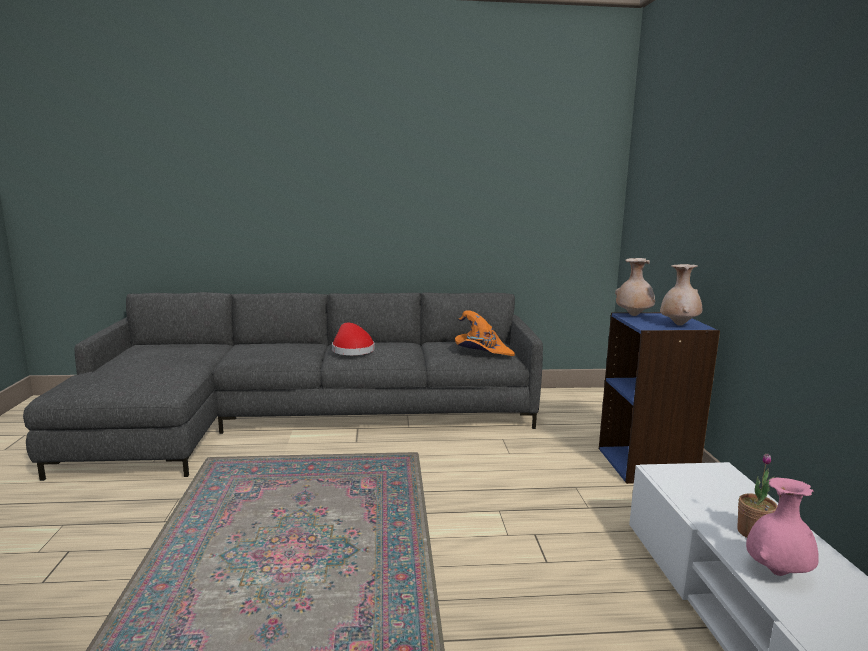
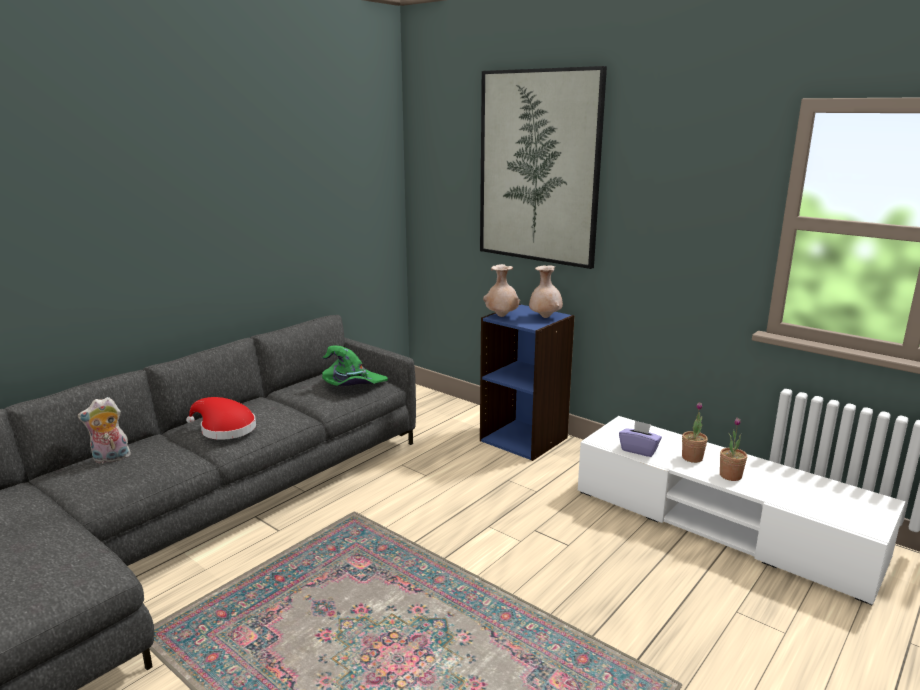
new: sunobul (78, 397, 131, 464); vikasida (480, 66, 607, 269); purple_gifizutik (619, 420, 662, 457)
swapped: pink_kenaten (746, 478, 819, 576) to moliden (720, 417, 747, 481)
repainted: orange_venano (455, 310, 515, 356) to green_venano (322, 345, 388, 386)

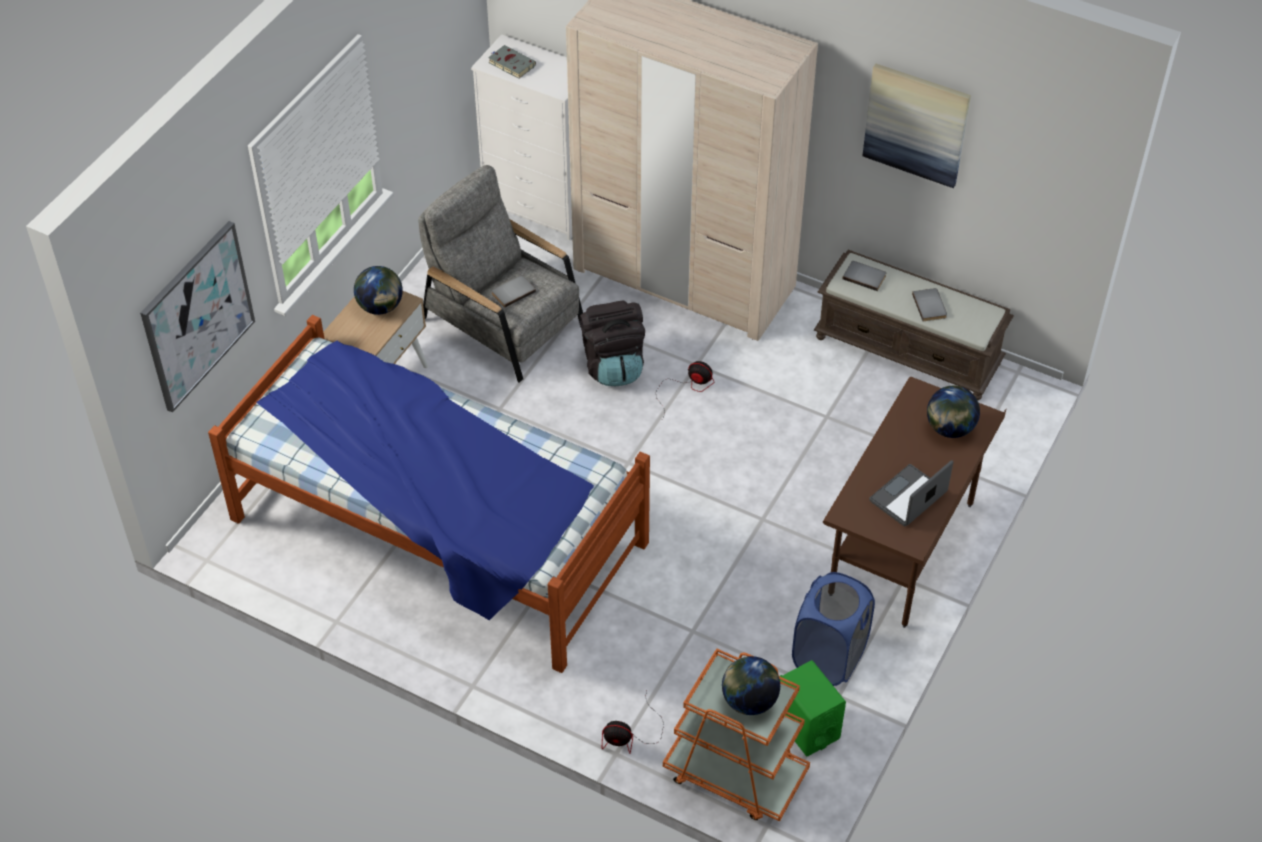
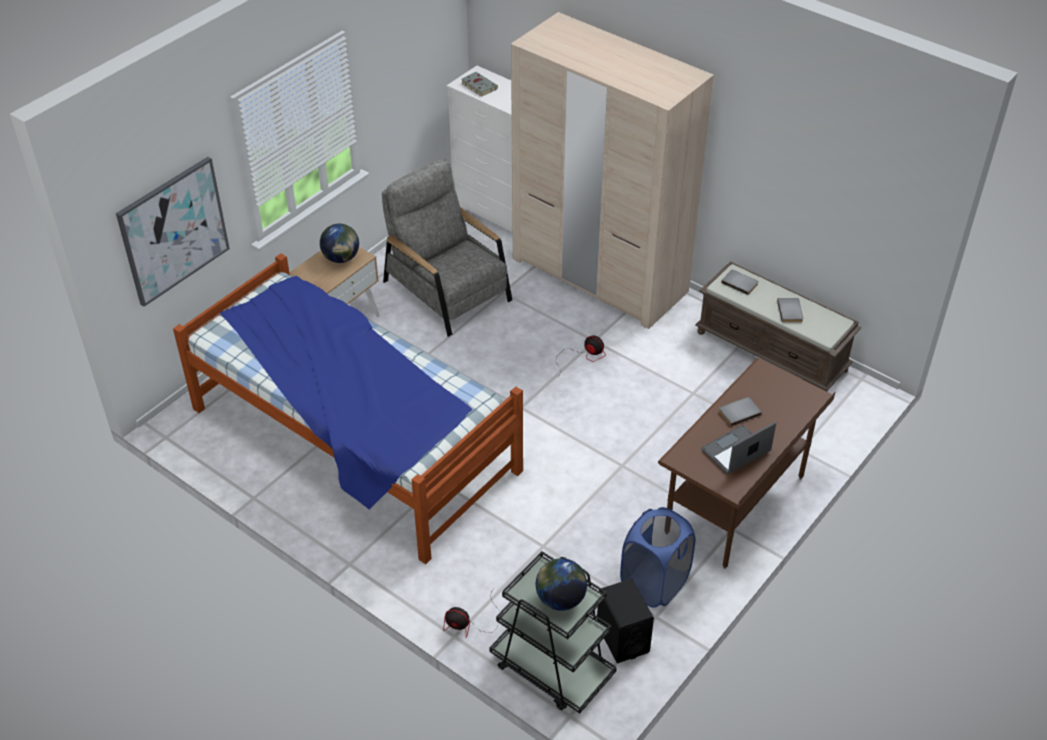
gone: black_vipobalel (579, 300, 645, 386); vikasida (863, 64, 971, 188); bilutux (927, 386, 980, 438)
shifted: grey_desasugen (491, 275, 536, 308) to (719, 397, 762, 426)
repainted: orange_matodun (663, 648, 810, 822) to black_matodun (489, 551, 617, 714); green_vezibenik (780, 660, 846, 757) to black_vezibenik (597, 579, 654, 663)

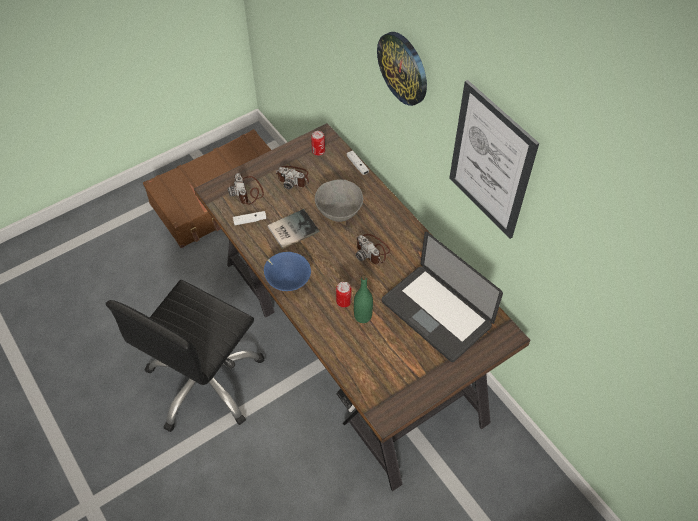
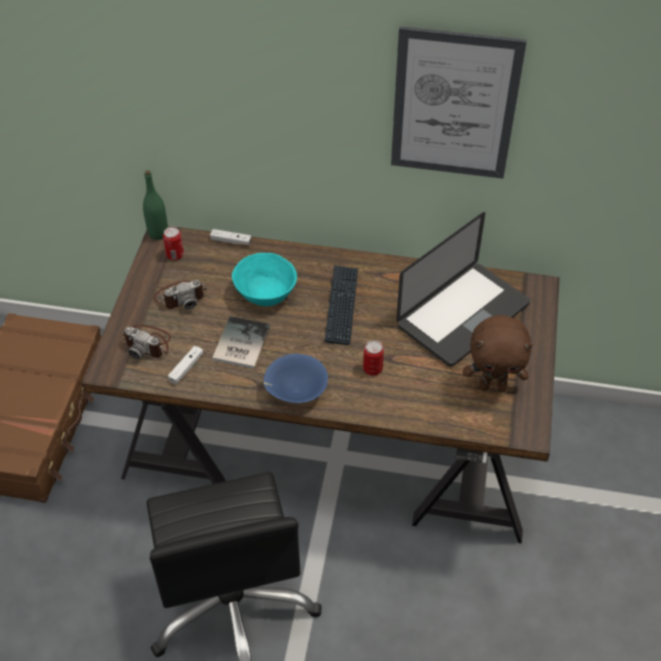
gone: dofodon (377, 32, 427, 106)
new: brown_sunobul (463, 315, 533, 392)
shifted: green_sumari (354, 275, 373, 323) to (143, 170, 168, 240)
swapped: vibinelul (356, 234, 390, 264) to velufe (324, 265, 358, 345)
repainted: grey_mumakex (315, 179, 363, 222) to turquoise_mumakex (232, 253, 297, 306)
rotated: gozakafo (382, 232, 503, 362) = (396, 212, 530, 367) 45 degrees counterclockwise

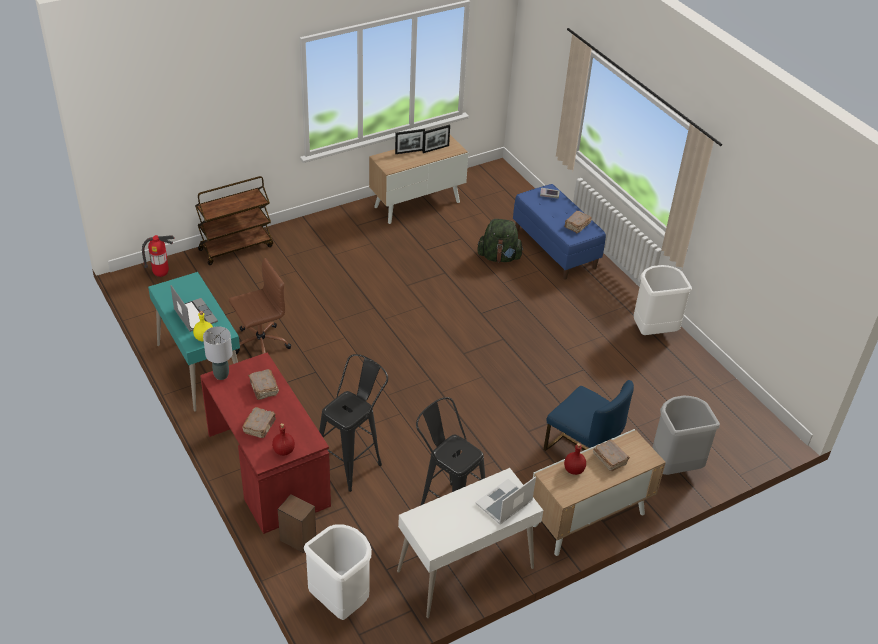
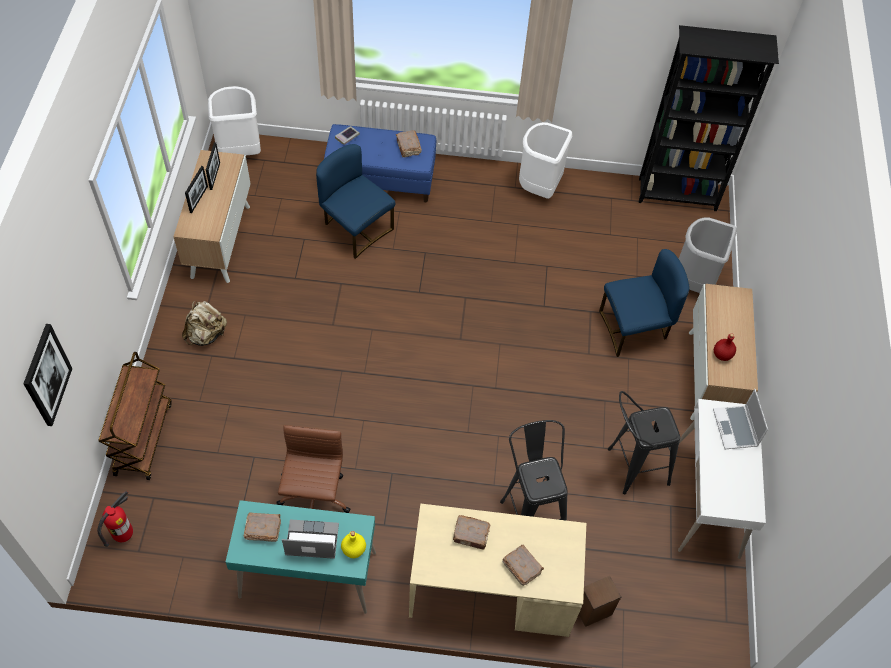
gone: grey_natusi (203, 326, 232, 380); red_sumari (272, 423, 295, 456)
new: vikasida (23, 324, 72, 426); beige_vipobalel (182, 301, 227, 346); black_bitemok (639, 25, 779, 211)
shifted: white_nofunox (304, 524, 372, 620) to (208, 86, 261, 156); brown_desasugen (593, 439, 630, 471) to (244, 512, 281, 542)
swapped: green_vipobalel (477, 219, 524, 262) to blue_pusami (316, 144, 395, 259)
repainted: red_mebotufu (200, 352, 331, 534) to beige_mebotufu (409, 504, 586, 637)

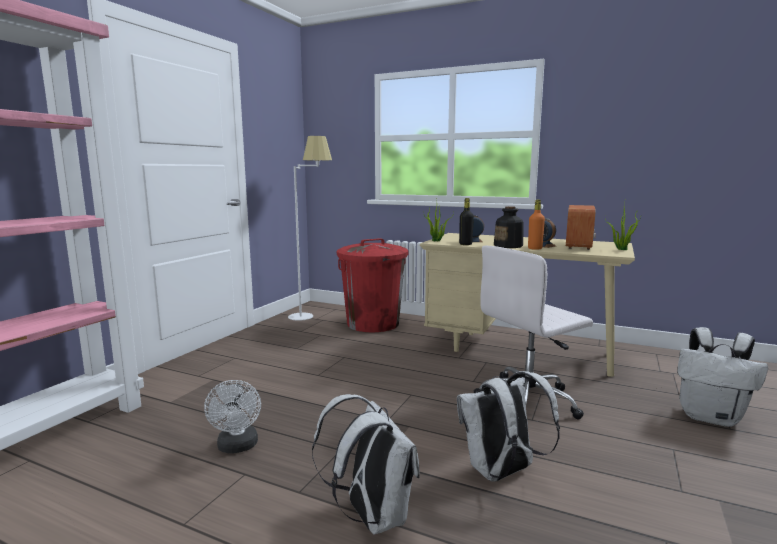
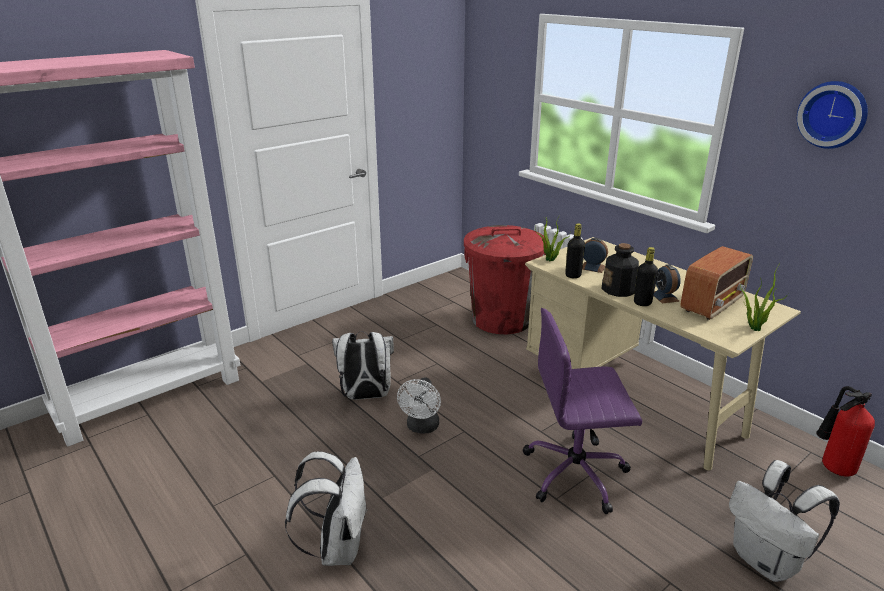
gone: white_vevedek (288, 136, 332, 321)
new: dofodon (797, 81, 868, 149); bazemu (816, 386, 875, 477)
shifted: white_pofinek (204, 380, 261, 453) to (397, 378, 441, 434); white_vipobalel (457, 371, 560, 482) to (332, 331, 394, 400)
repainted: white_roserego (474, 246, 593, 420) to purple_roserego (523, 308, 642, 514); orange_sumari (528, 200, 545, 250) to black_sumari (634, 247, 658, 306)

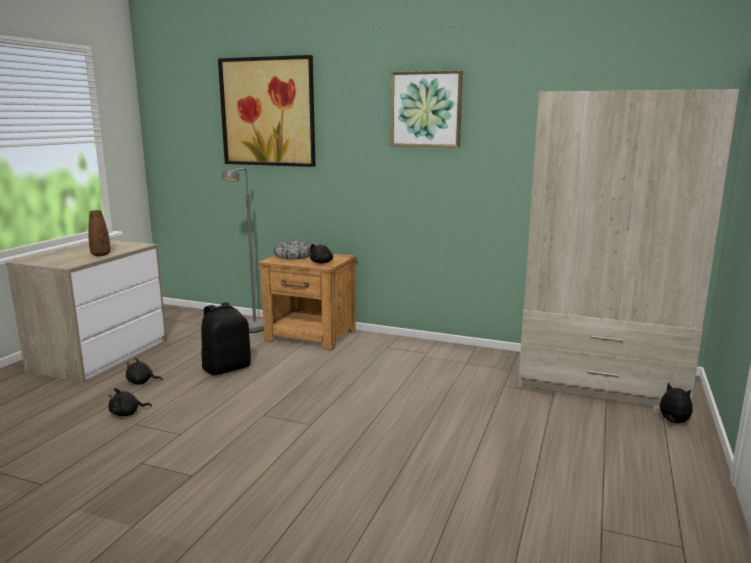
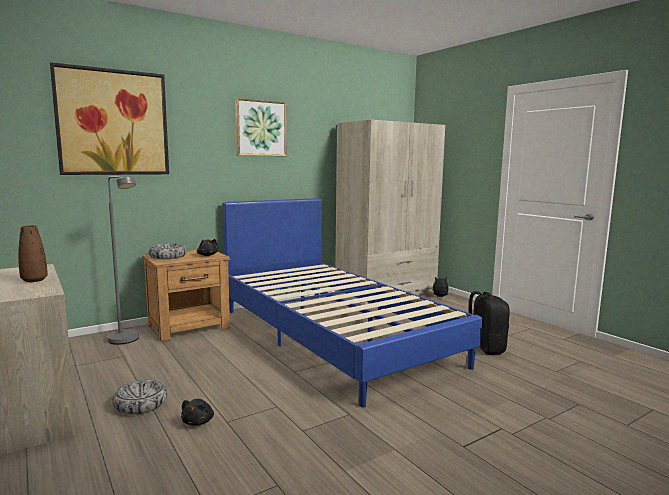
new: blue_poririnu (223, 198, 482, 408)
shifted: black_vipobalel (201, 302, 251, 376) to (469, 291, 510, 355)
swapped: black_sunobul (126, 358, 163, 384) to mumakex (112, 380, 167, 414)

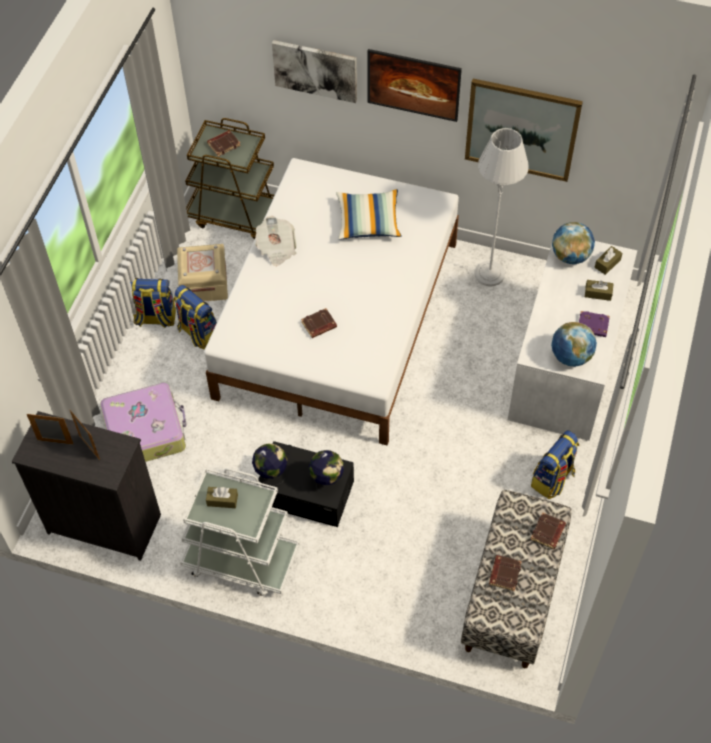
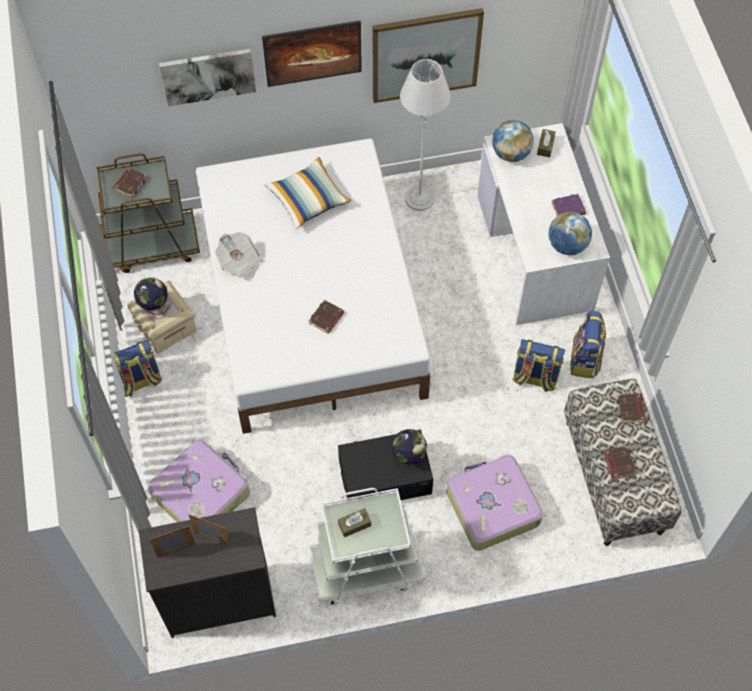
gone: brown_gifizutik (585, 280, 614, 301)
new: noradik (446, 454, 543, 551)
shifted: vipobalel (173, 285, 217, 349) to (513, 339, 565, 392); bilutux (252, 444, 287, 485) to (134, 277, 169, 315)

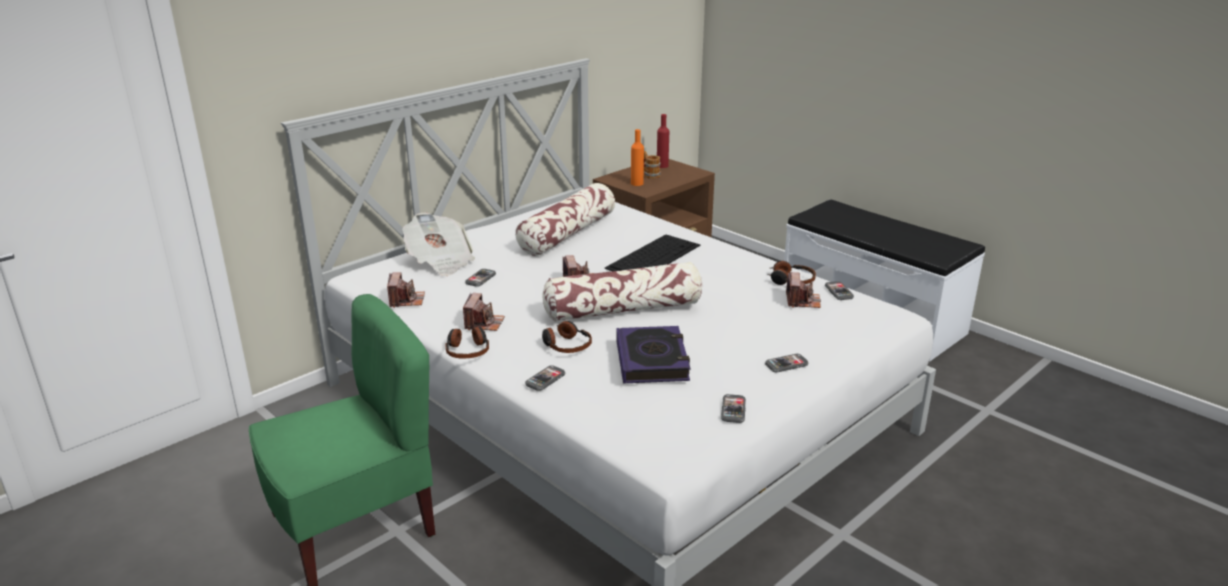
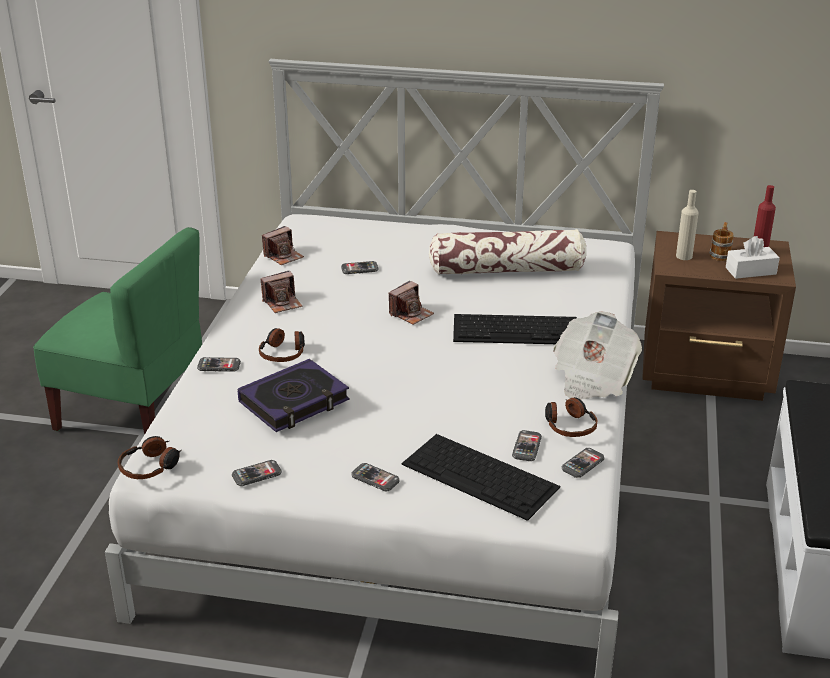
gone: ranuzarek (542, 262, 702, 322)
new: velufe (402, 434, 560, 521); white_gifizutik (726, 236, 780, 279)
shifted: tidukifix (402, 213, 475, 276) to (553, 311, 642, 400); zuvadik (445, 327, 489, 359) to (118, 436, 182, 479)
swapped: vibinelul (786, 272, 821, 308) to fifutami (512, 430, 542, 461)
repainted: orange_sumari (631, 129, 644, 186) to beige_sumari (676, 190, 699, 260)

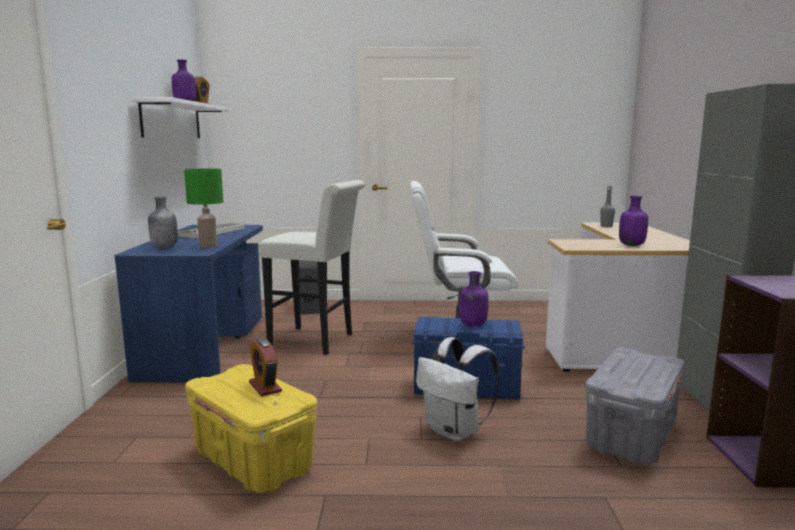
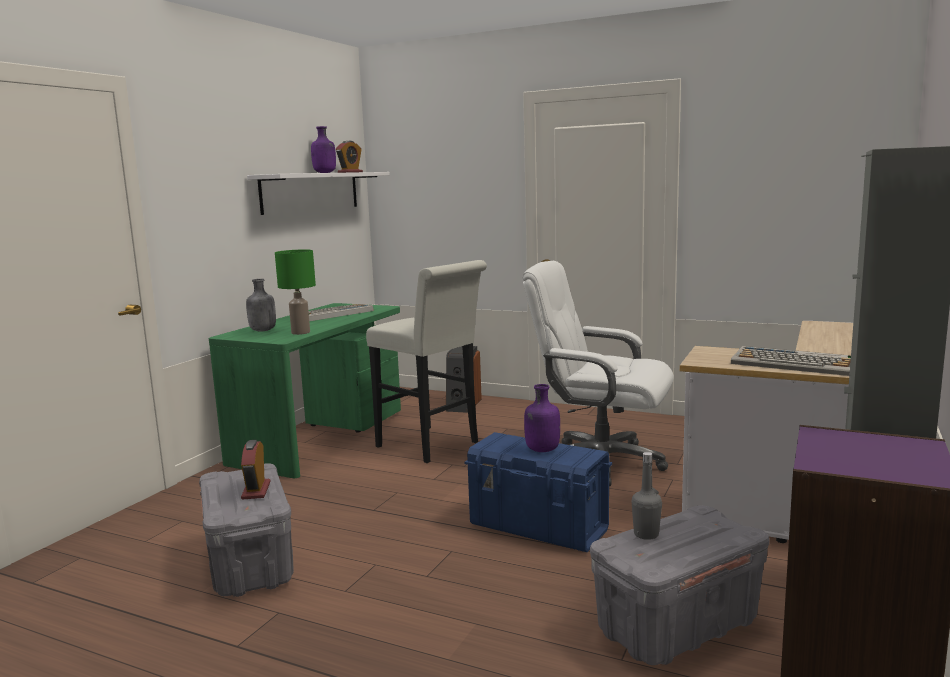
gone: white_vipobalel (416, 337, 500, 441)
shifted: grey_sumari (600, 186, 615, 227) to (632, 452, 662, 540)
swapped: purple_sumari (619, 196, 648, 246) to velufe (731, 346, 851, 376)
repainted: blue_mebotufu (115, 225, 263, 383) to green_mebotufu (209, 303, 401, 478); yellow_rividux (185, 364, 317, 493) to grey_rividux (199, 463, 294, 597)

